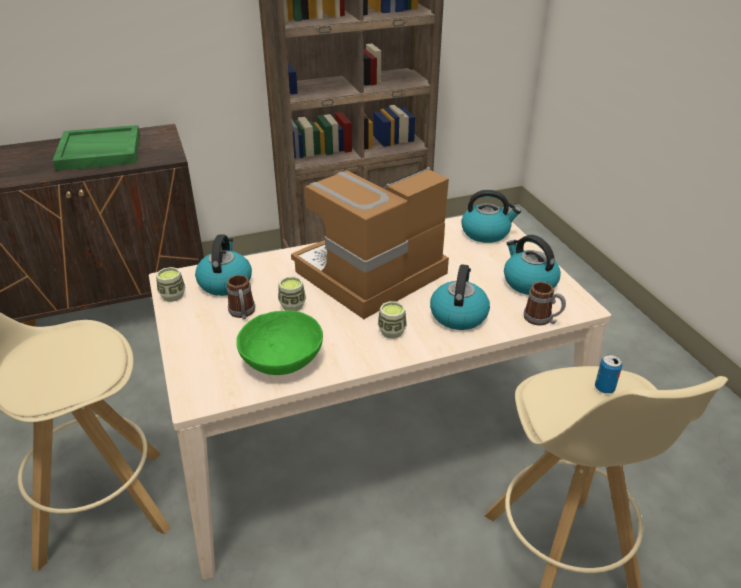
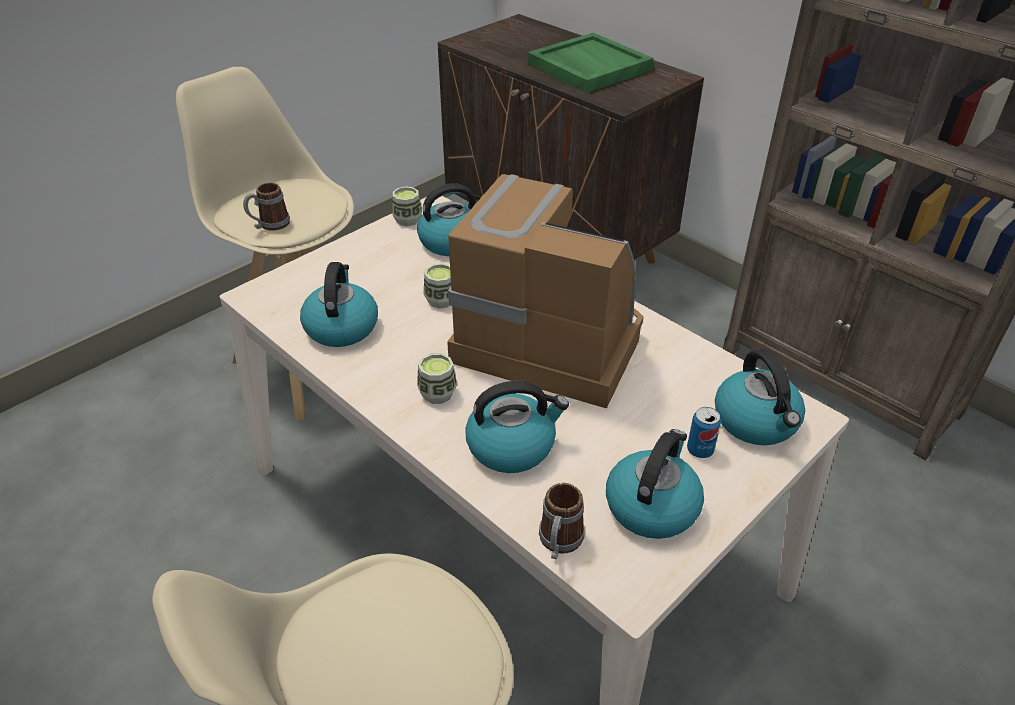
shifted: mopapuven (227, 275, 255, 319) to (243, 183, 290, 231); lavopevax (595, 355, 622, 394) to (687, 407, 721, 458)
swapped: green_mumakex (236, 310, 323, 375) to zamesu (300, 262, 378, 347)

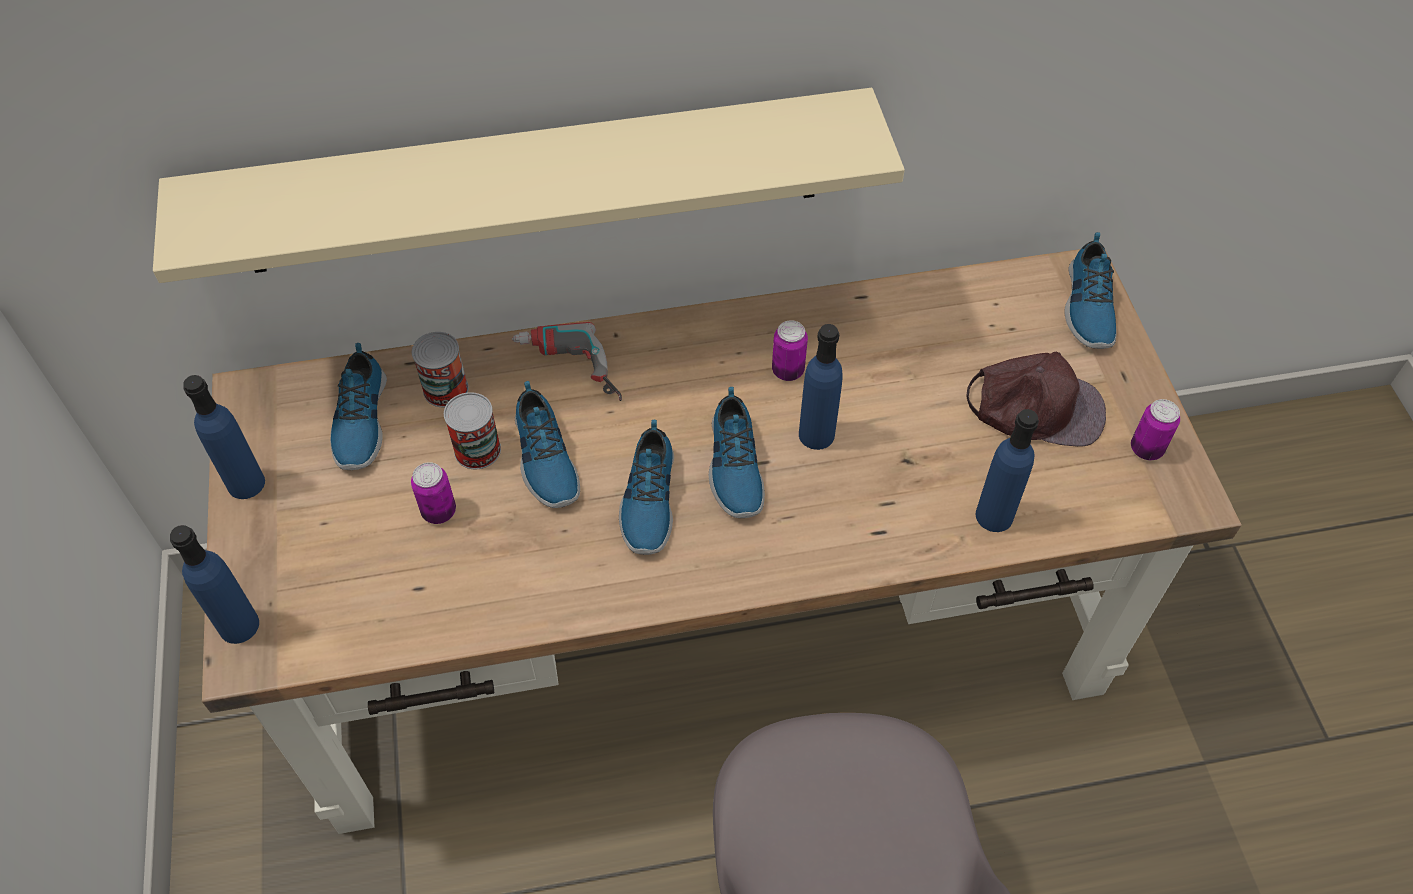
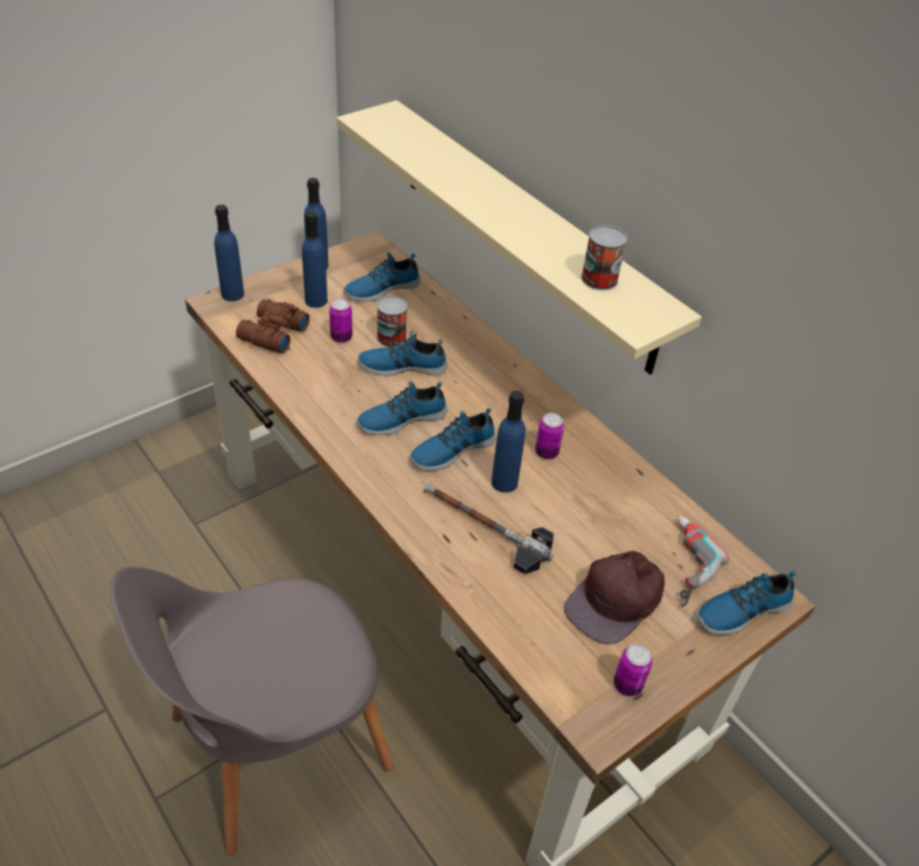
new: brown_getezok (236, 299, 310, 353); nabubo (424, 483, 554, 574)
shifted: lavopevax (412, 332, 469, 407) to (581, 225, 627, 290); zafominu (512, 322, 622, 401) to (678, 516, 729, 607); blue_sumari (976, 409, 1039, 532) to (302, 212, 327, 308)
rotated: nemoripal (515, 381, 580, 508) = (358, 331, 447, 376) 45 degrees clockwise; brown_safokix (967, 352, 1106, 447) = (564, 551, 665, 644) 60 degrees clockwise

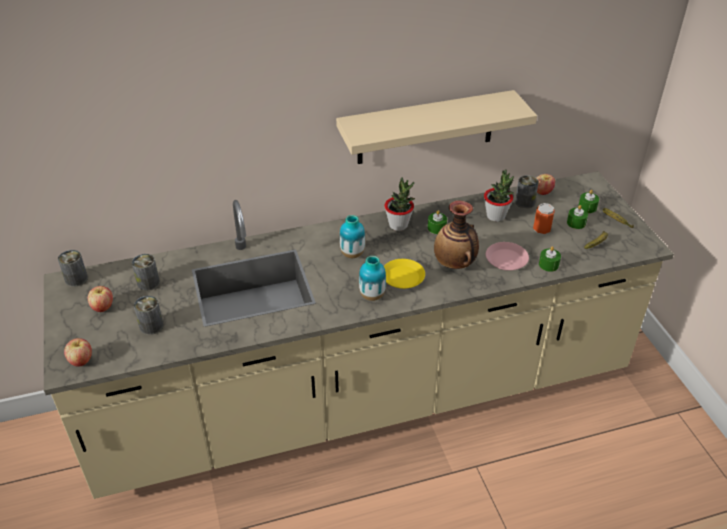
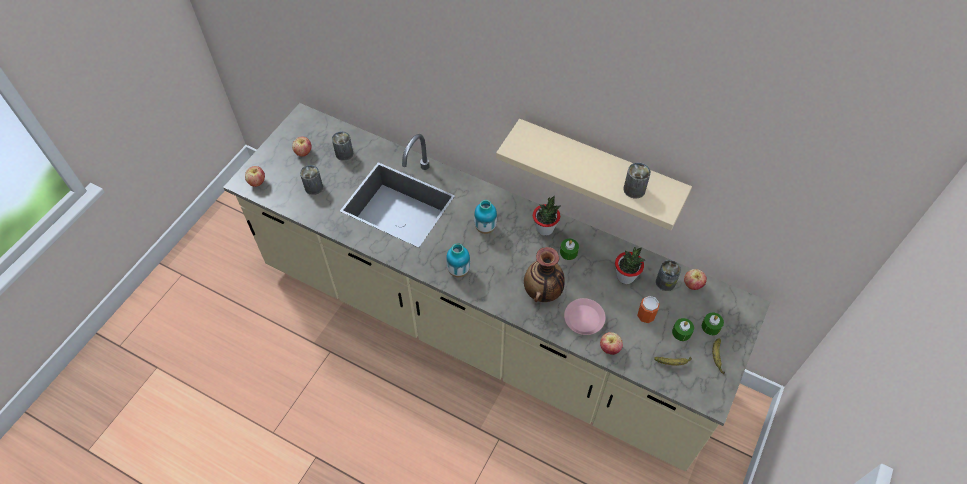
gone: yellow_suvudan (384, 259, 425, 289)
shifted: lavopevax (58, 250, 88, 287) to (623, 162, 651, 199)
swapped: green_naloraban (539, 246, 561, 272) to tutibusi (600, 332, 623, 355)

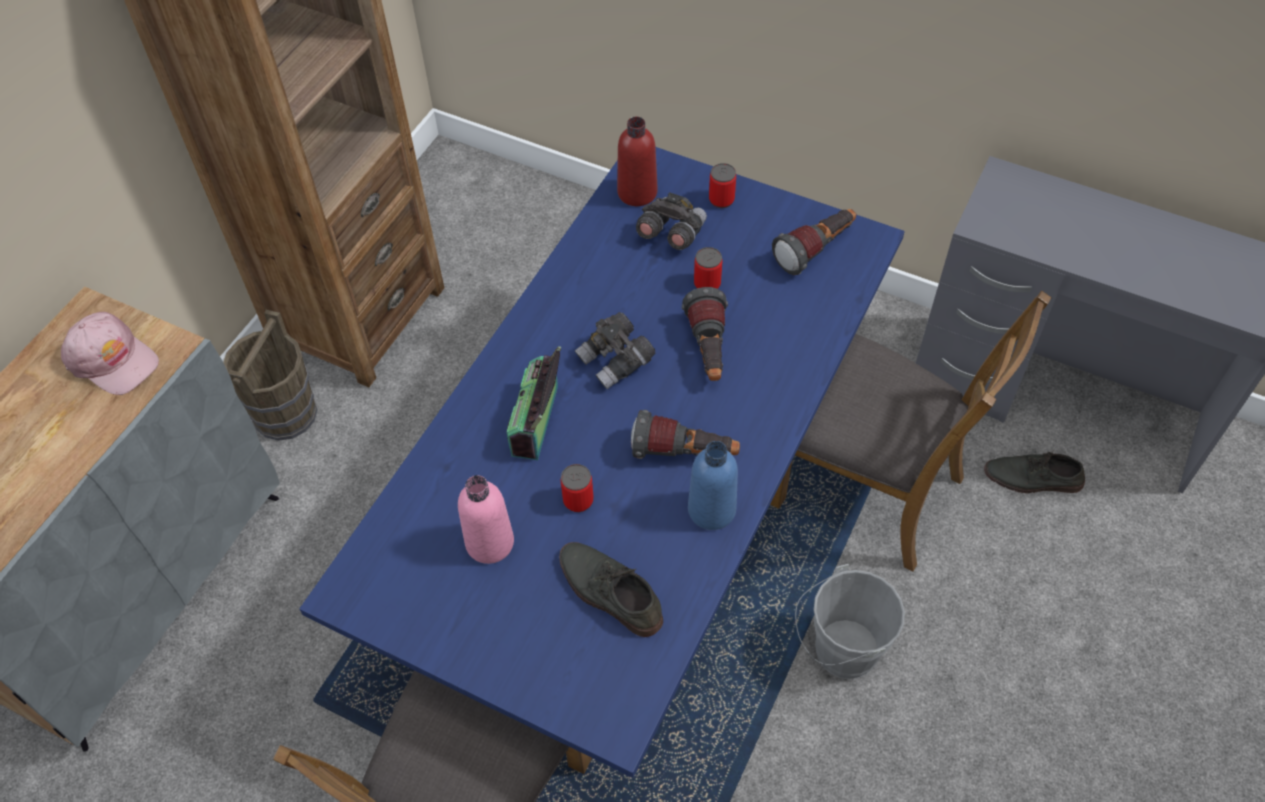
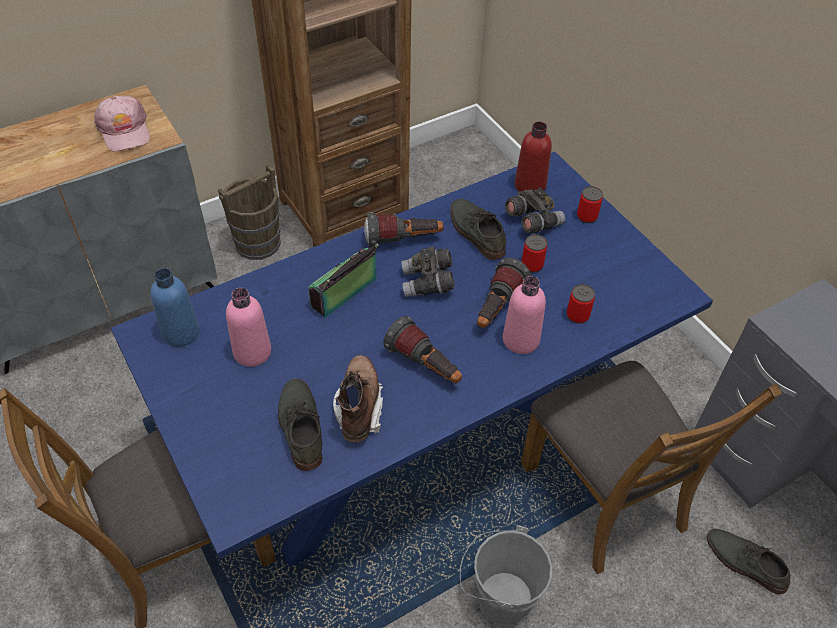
new: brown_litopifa (333, 355, 383, 442); grey_nemoripal (450, 199, 506, 260); pink_sumari (503, 276, 546, 354)
shifted: lavopevax (560, 464, 594, 512) to (567, 284, 595, 324); blue_sumari (688, 441, 738, 530) to (150, 268, 200, 347); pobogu (772, 209, 856, 275) to (364, 212, 444, 248)

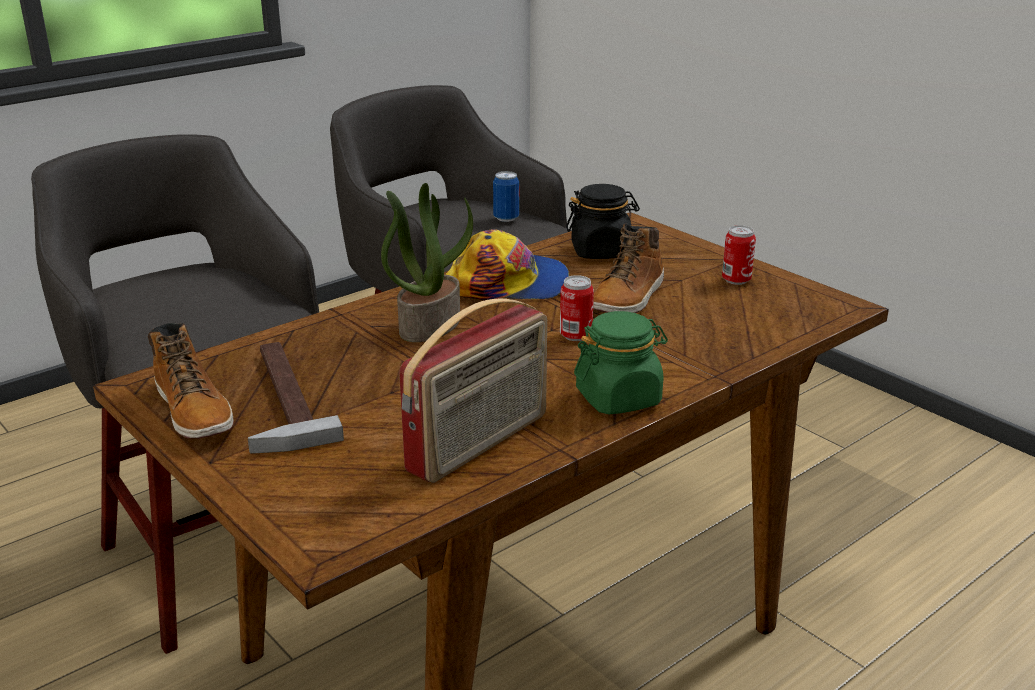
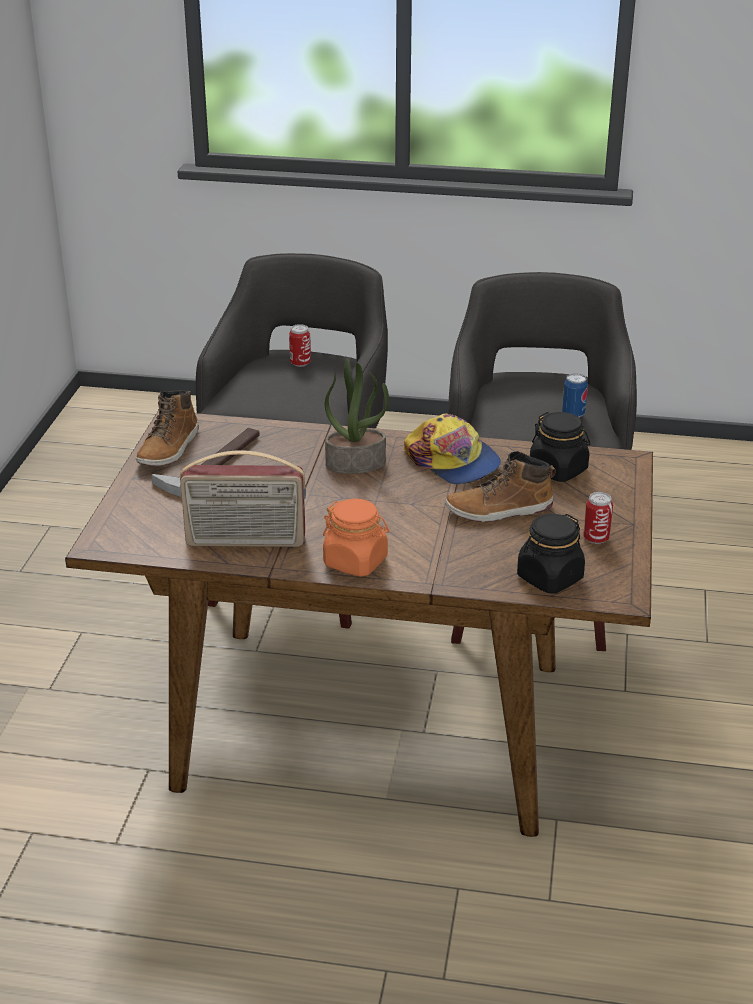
new: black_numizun (517, 514, 585, 593)
shifted: lavopevax (560, 275, 594, 341) to (289, 324, 311, 367)
repainted: green_numizun (574, 311, 668, 414) to orange_numizun (323, 499, 389, 577)

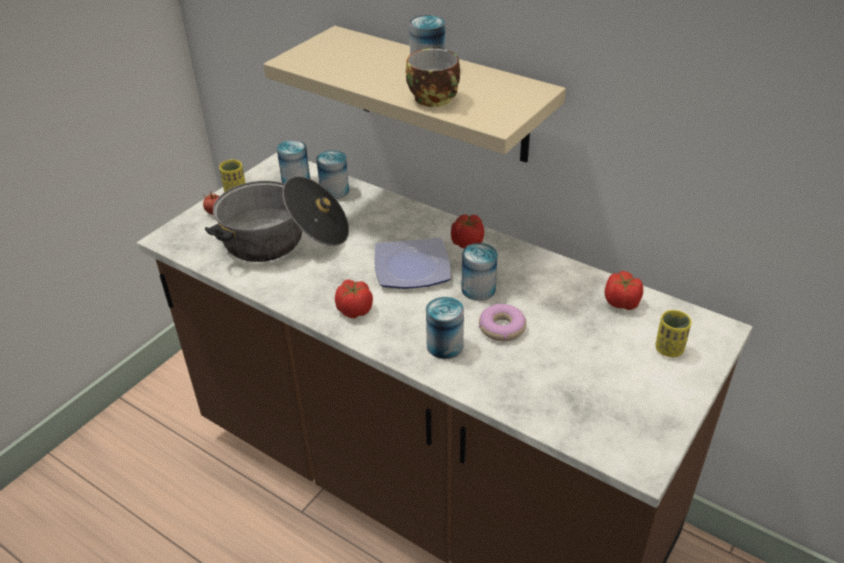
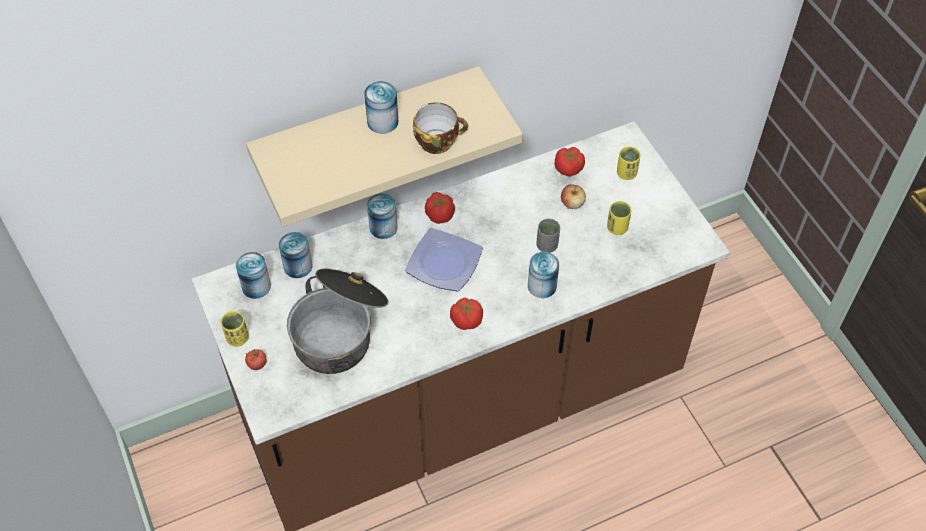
new: tutibusi (561, 184, 586, 209); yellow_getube (607, 201, 631, 235)
shifted: lavopevax (461, 243, 497, 301) to (367, 193, 398, 239)
swapped: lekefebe (479, 304, 527, 341) to grey_getube (536, 219, 560, 253)

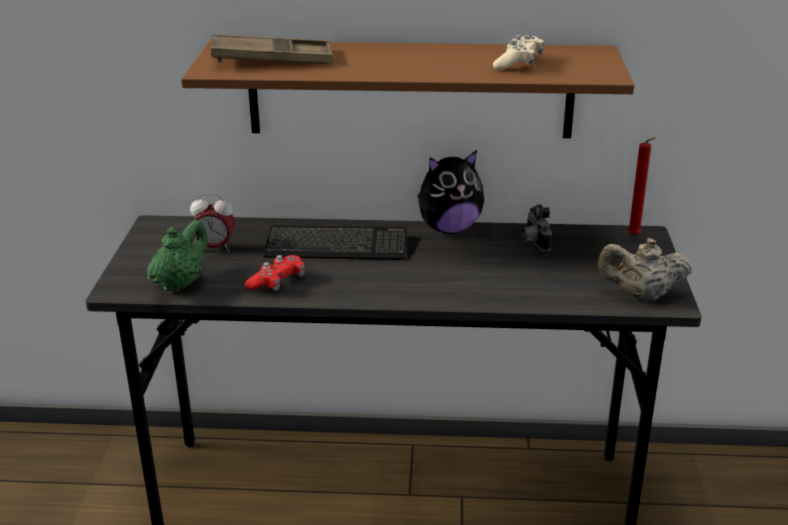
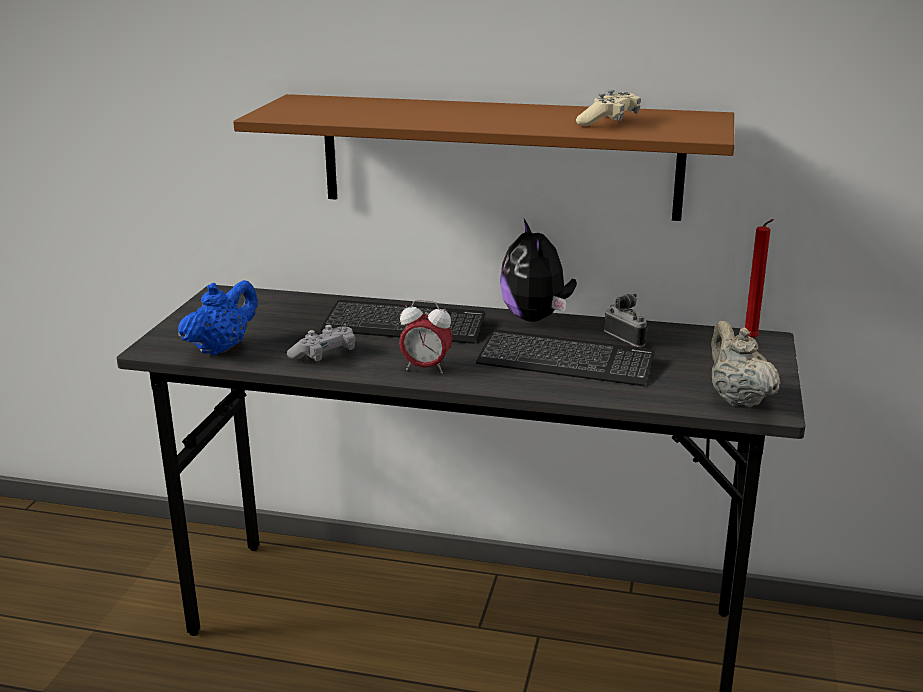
gone: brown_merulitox (211, 34, 333, 64)
new: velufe (476, 330, 655, 386)
shifted: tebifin (190, 194, 235, 252) to (399, 300, 453, 374)
repainted: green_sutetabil (147, 220, 208, 292) to blue_sutetabil (178, 280, 258, 356); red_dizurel (245, 255, 305, 291) to grey_dizurel (287, 325, 355, 361)
rotated: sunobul (418, 150, 484, 234) = (500, 219, 577, 321) 90 degrees clockwise; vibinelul (521, 204, 552, 251) = (604, 294, 648, 347) 150 degrees clockwise; beige_sutetabil (598, 238, 693, 301) = (711, 321, 780, 407) 60 degrees clockwise

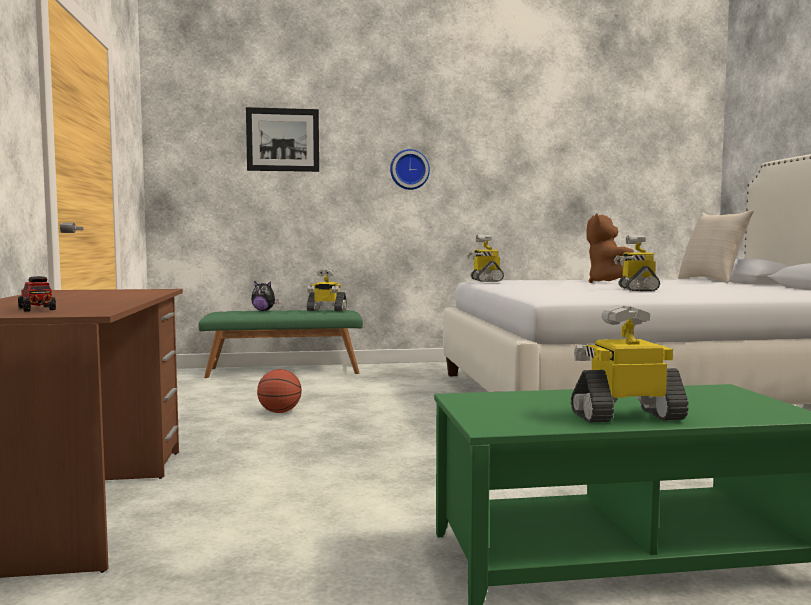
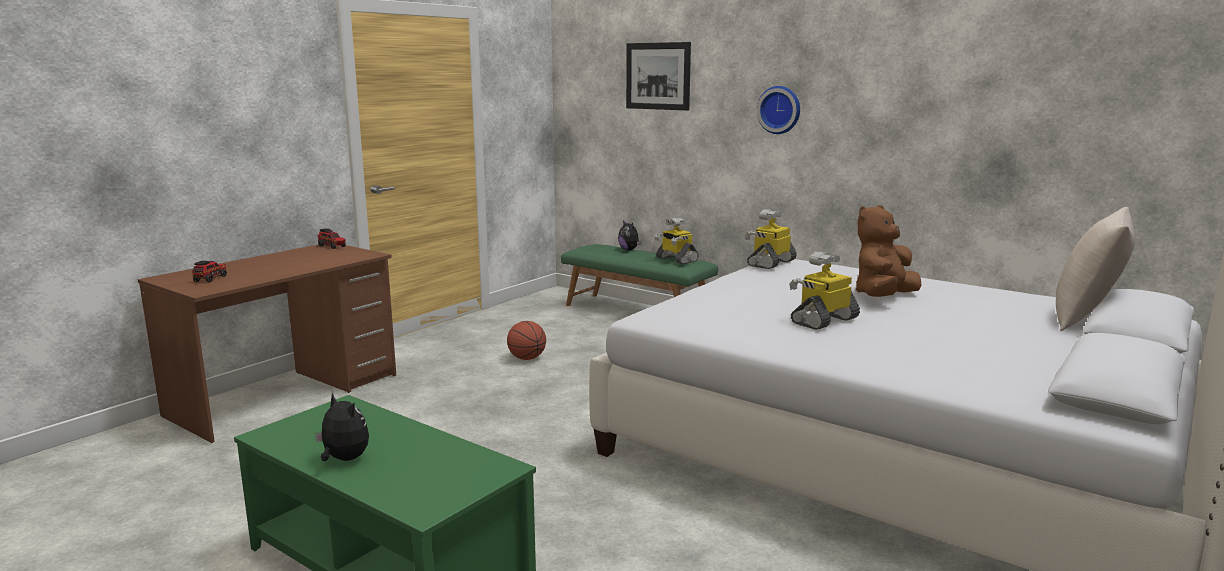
new: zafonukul (318, 228, 346, 249)
swapped: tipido (571, 305, 689, 422) to sunobul (315, 393, 369, 461)

